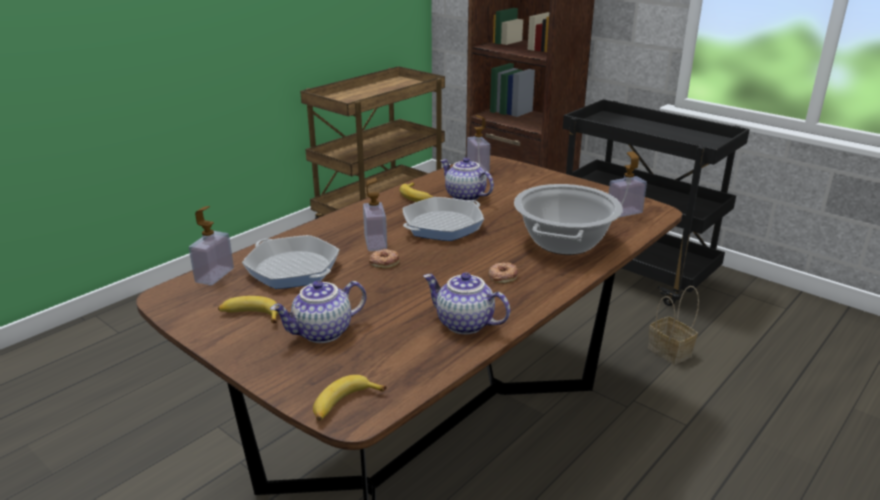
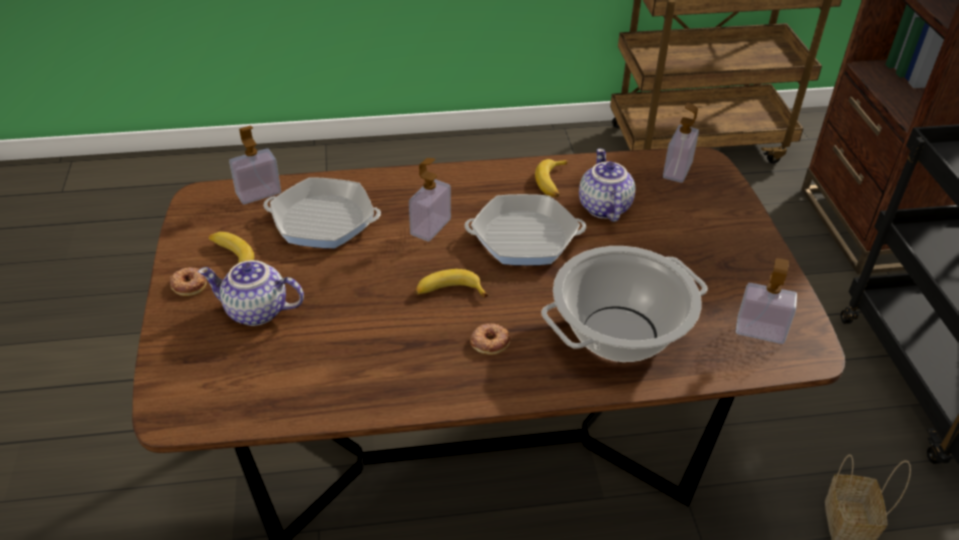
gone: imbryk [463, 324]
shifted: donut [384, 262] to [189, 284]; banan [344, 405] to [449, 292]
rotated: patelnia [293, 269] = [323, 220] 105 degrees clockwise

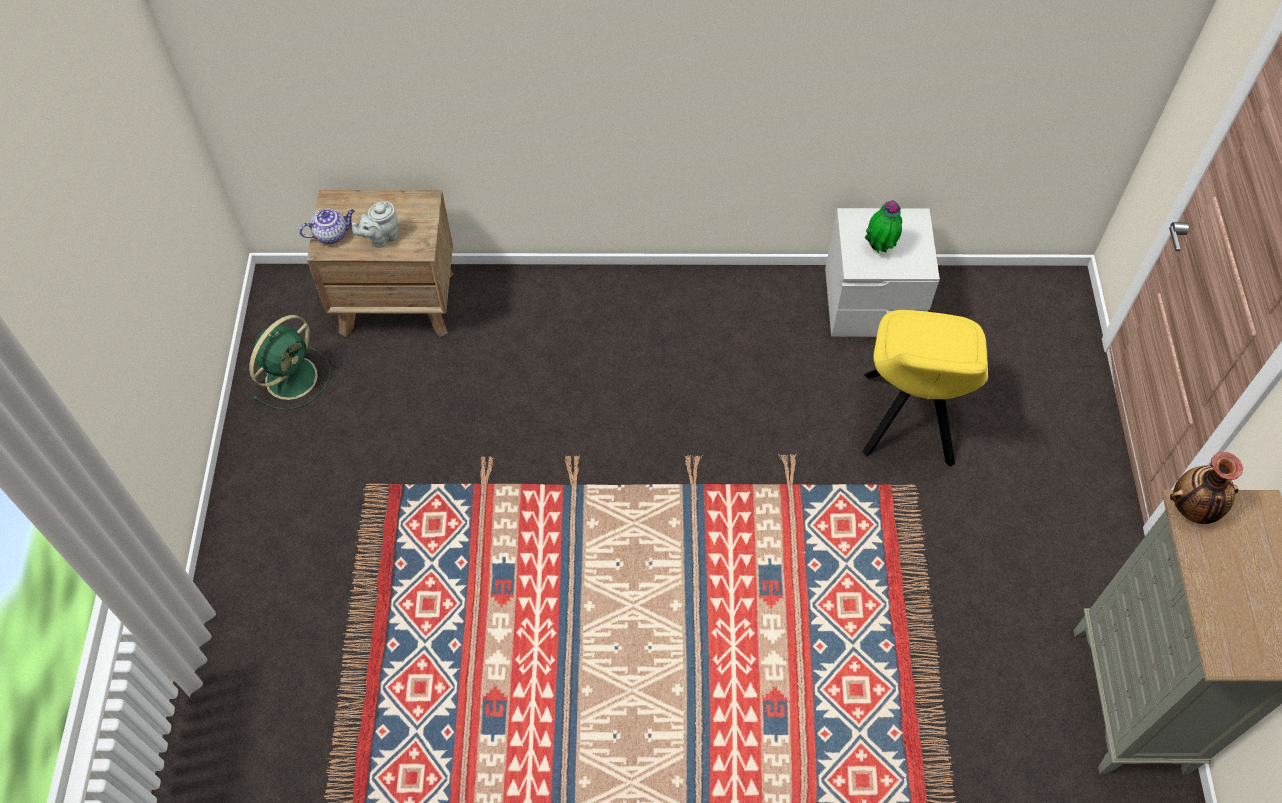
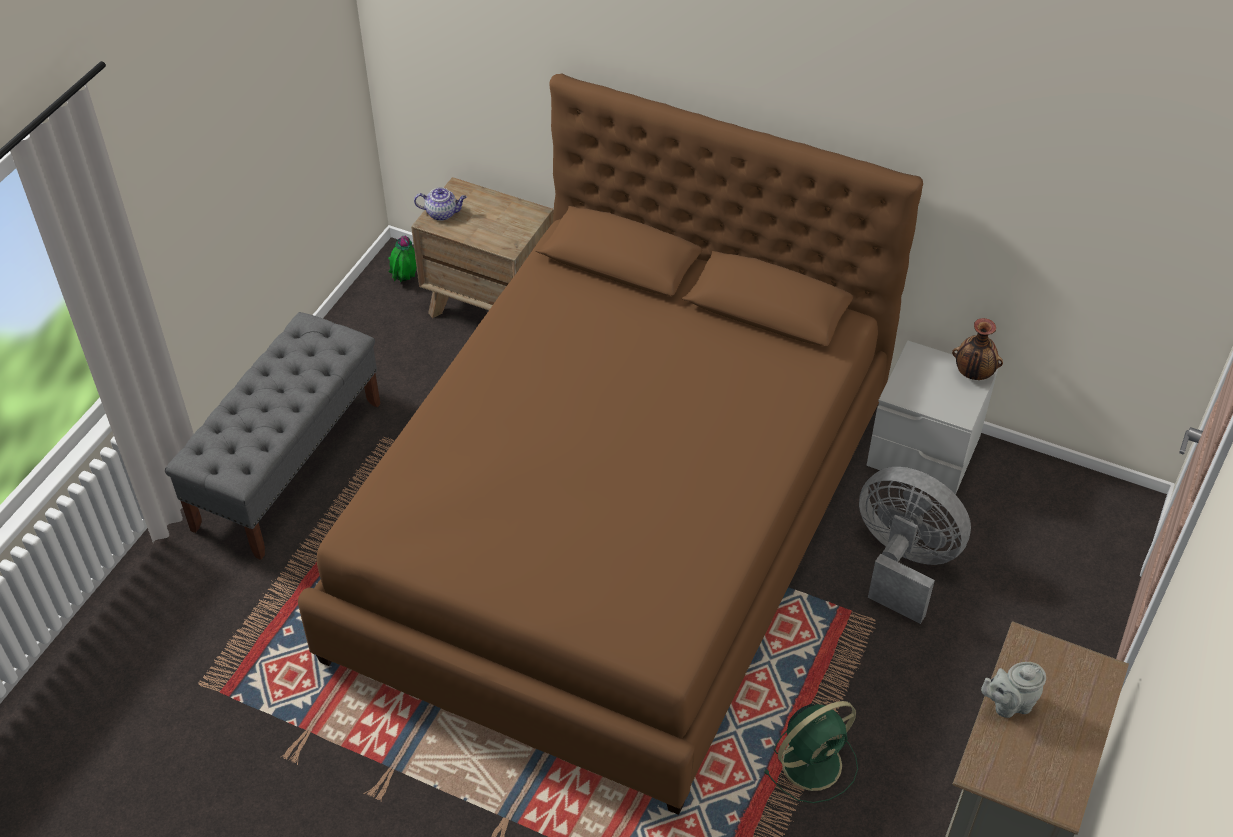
new: łóżko [brązowy] [618, 526]; ławka [szary] [288, 464]
shifted: roślina doniczkowa [880, 247] to [406, 281]; imbryk [szary] [381, 238] to [1008, 704]; wentylator [zielony] [293, 376] to [814, 762]; wazon [1193, 508] to [973, 374]
swapped: krzesło [żółty] [909, 420] to wentylator [szary] [903, 563]

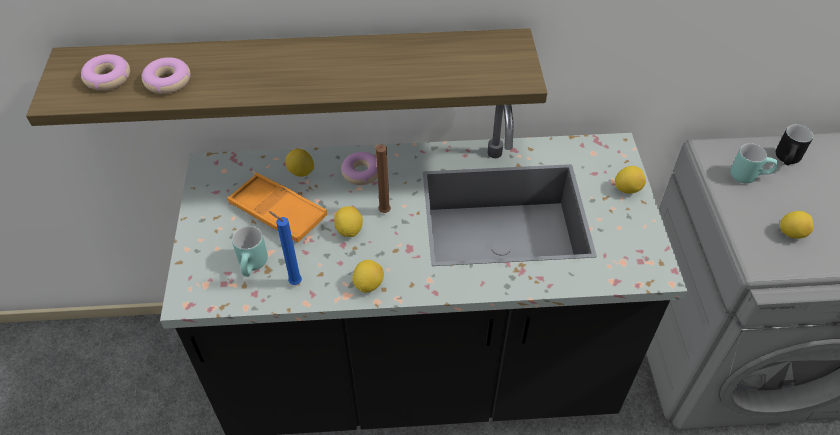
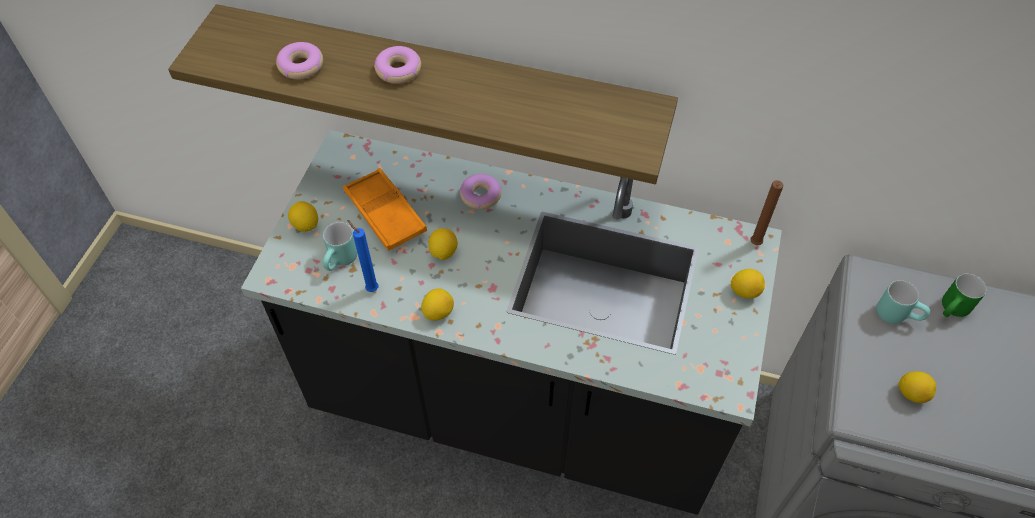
shifted: donut [107, 78] to [398, 70]; świeca [brązowy] [384, 213] to [754, 245]; cytryna [301, 172] to [306, 225]
repainted: kubek [czarny] [788, 161] to kubek [zielony] [953, 311]

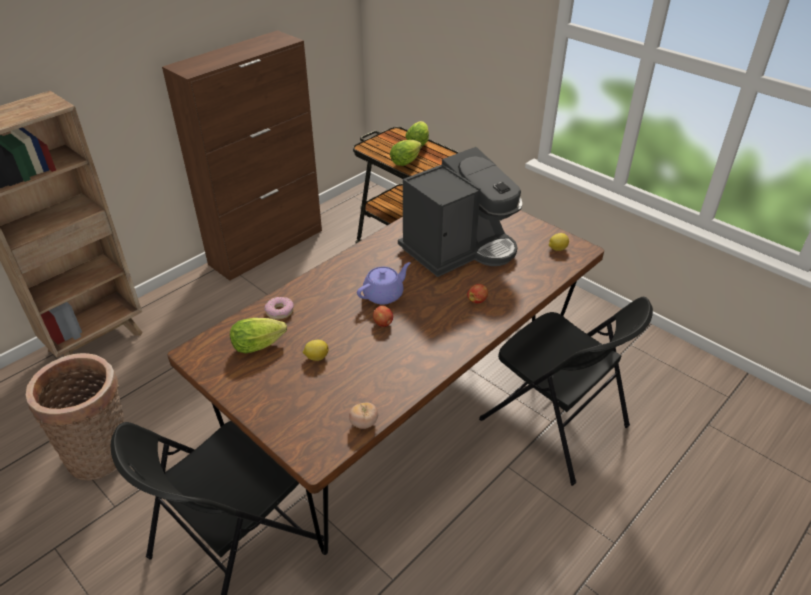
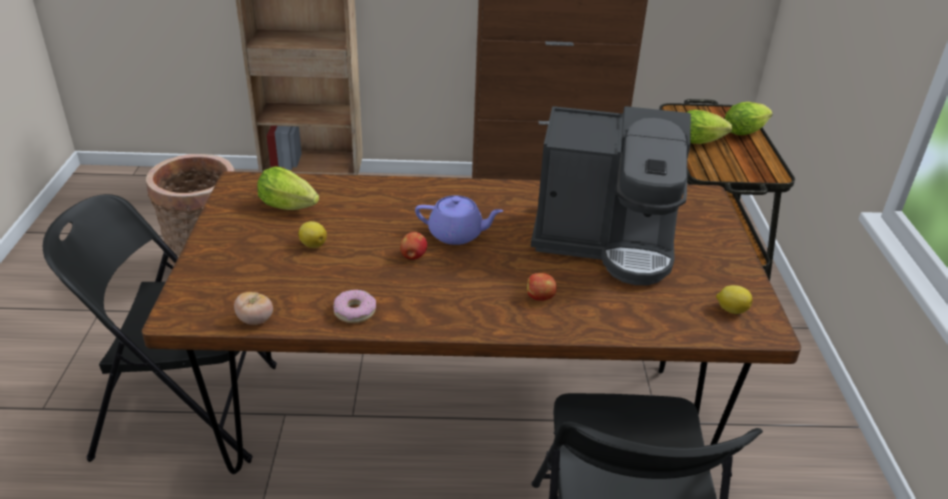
shifted: donut [279, 311] to [355, 311]

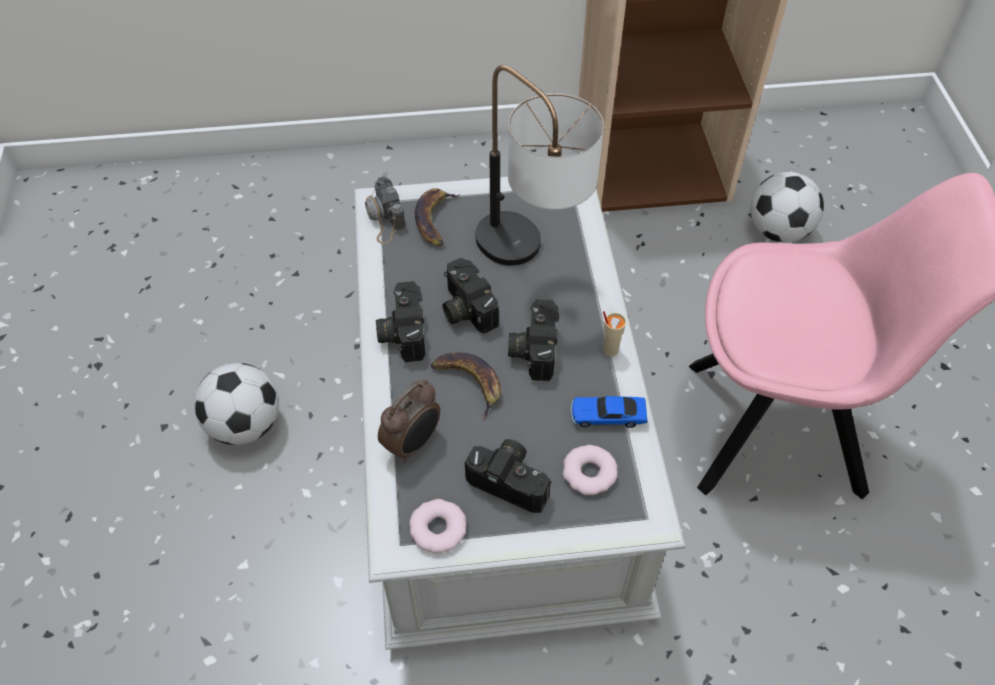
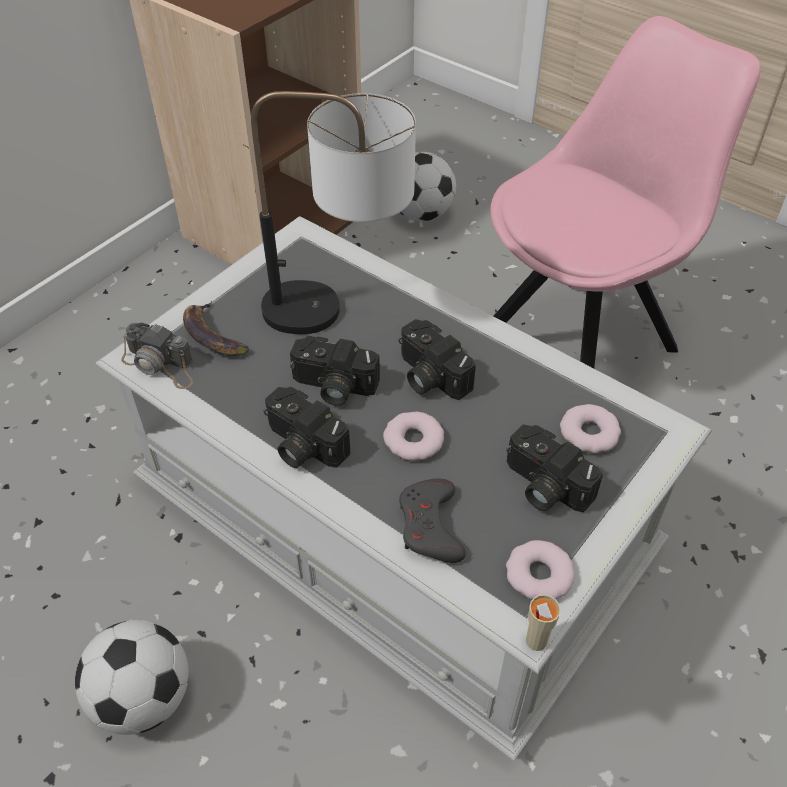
gone: samochodzik [607, 416]
shifted: filiżanka [beżowy] [610, 350] to [535, 641]
swapped: banan [470, 383] to donut [413, 441]; budzik [413, 443] to pad do gier [szary] [430, 526]
rotated: aparat fotograficzny [511, 480] = [543, 486] 120 degrees counterclockwise

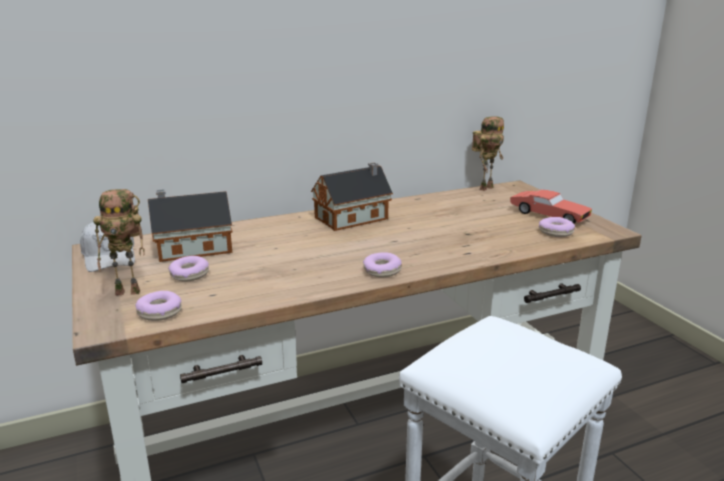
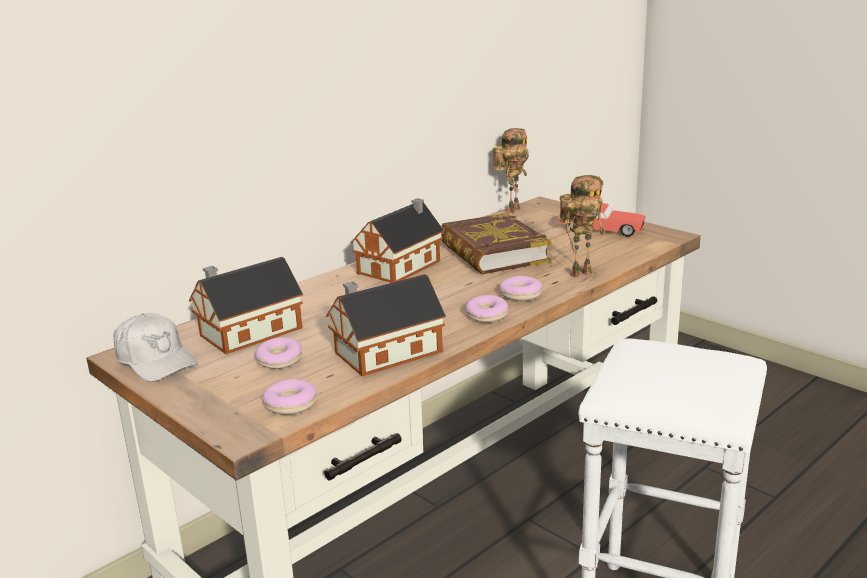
new: książka [492, 252]; domek [384, 353]
shifted: robot zabawkowy [130, 291] to [581, 273]; donut [555, 232] to [521, 295]

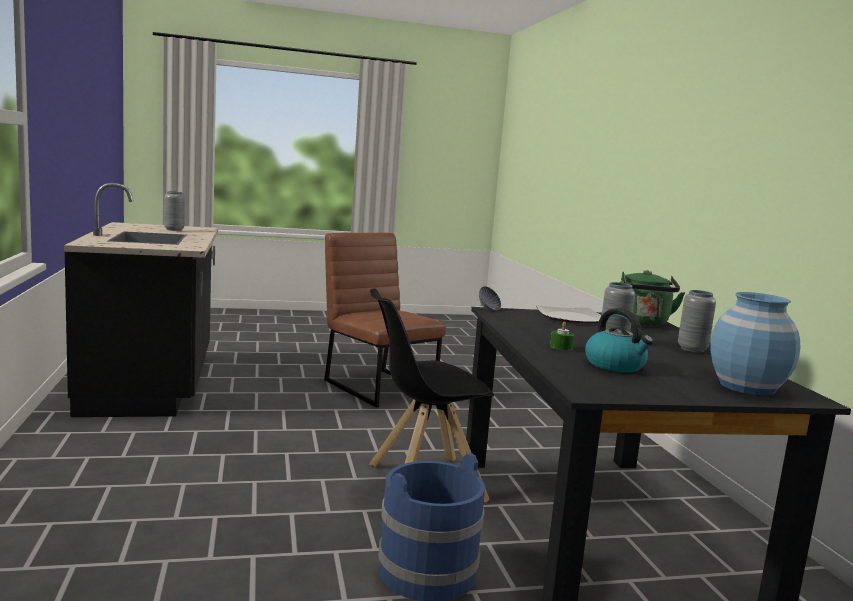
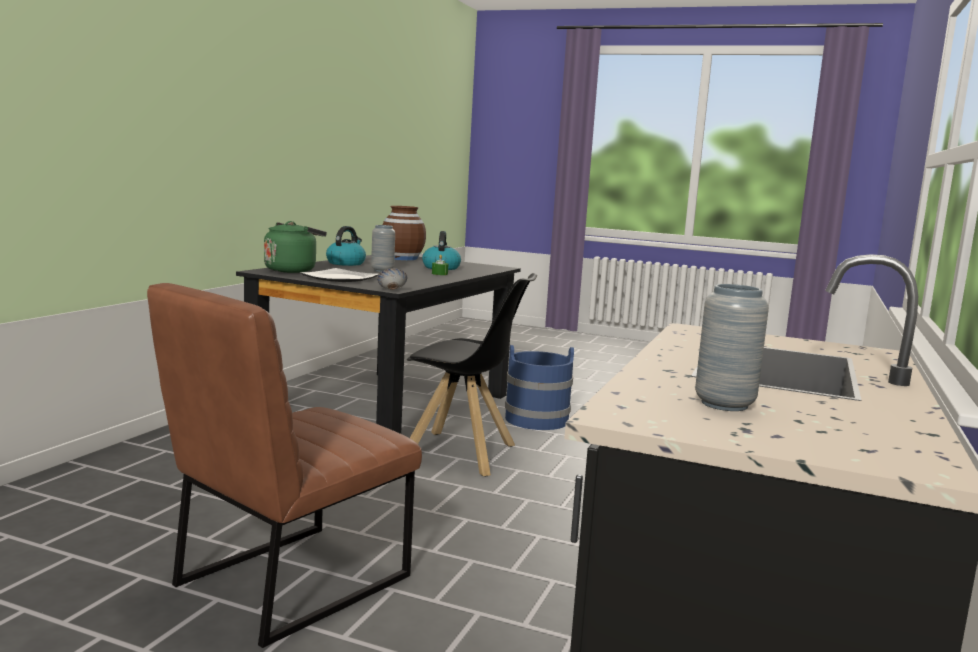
swapped: wazon [szary] [692, 349] to czajnik [346, 263]
repainted: wazon [niebieski] [747, 386] to wazon [brązowy] [402, 258]
rotated: krzesło [brązowy] [378, 386] = [287, 582] 45 degrees clockwise

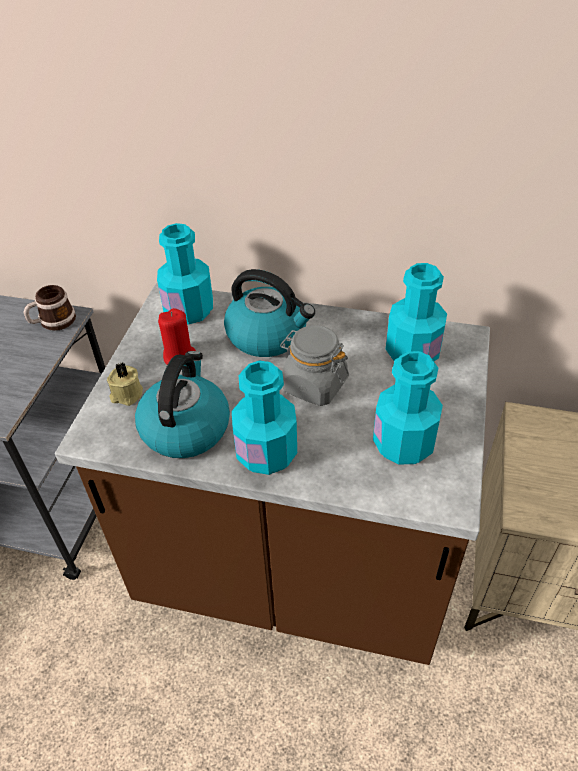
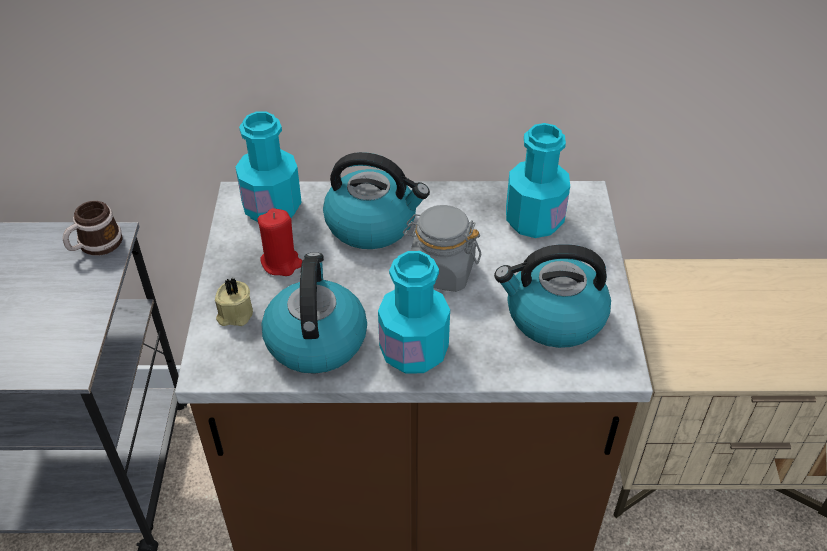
swapped: butelka [turkusowy] [403, 443] to czajnik [553, 317]

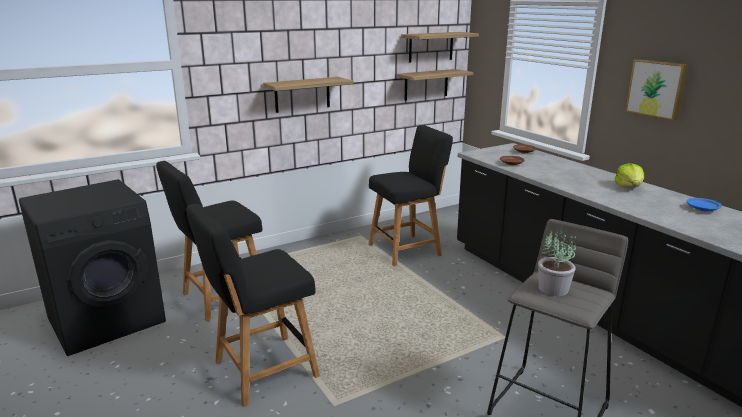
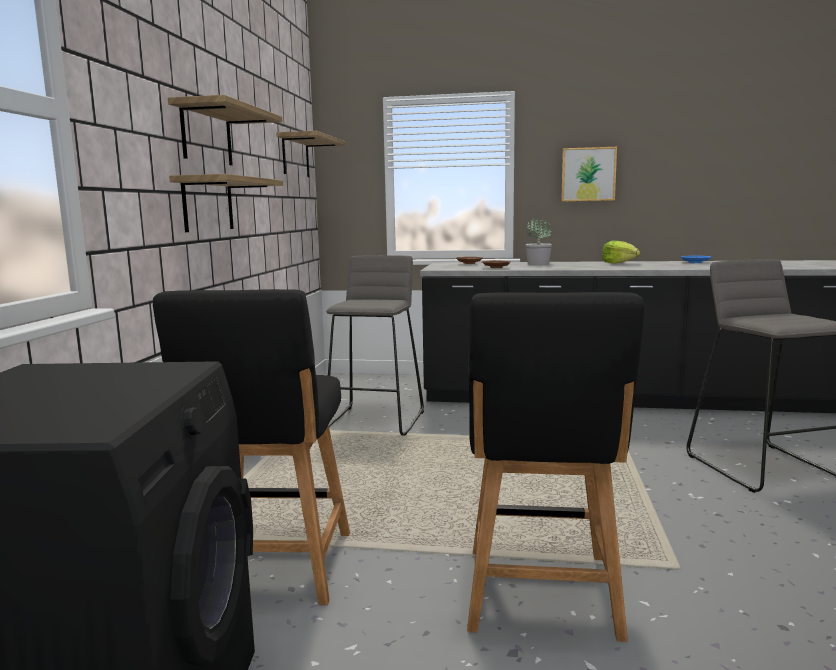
shifted: półka [426, 84] to [207, 135]; roślina doniczkowa [552, 288] to [537, 264]
swapped: krzesło [czarny] [407, 249] to stołek [szary] [376, 421]

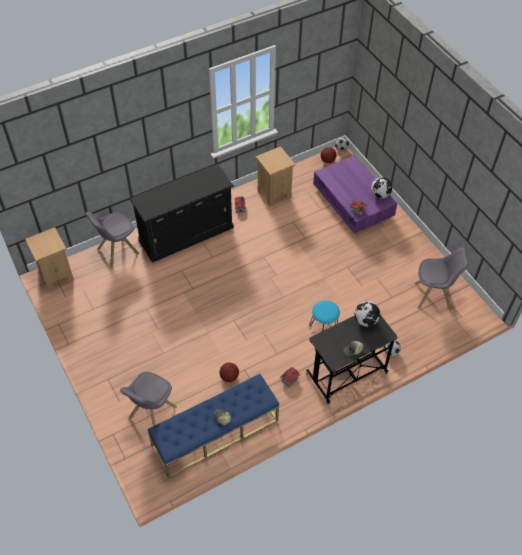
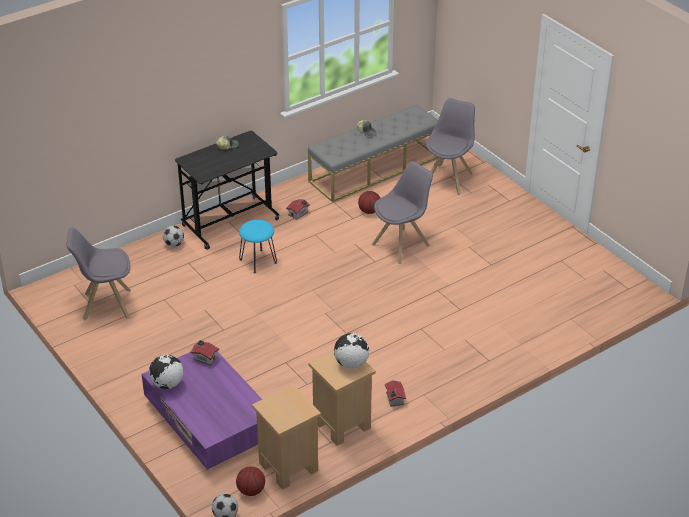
gone: szafka [czarny] [186, 234]
shifted: krzesło [szary] [117, 251] to [401, 245]; szafka nocna [beżowy] [57, 275] to [287, 466]; globus [365, 320] to [351, 363]
repainted: ławka [niebieski] [215, 433] to ławka [szary] [375, 169]

